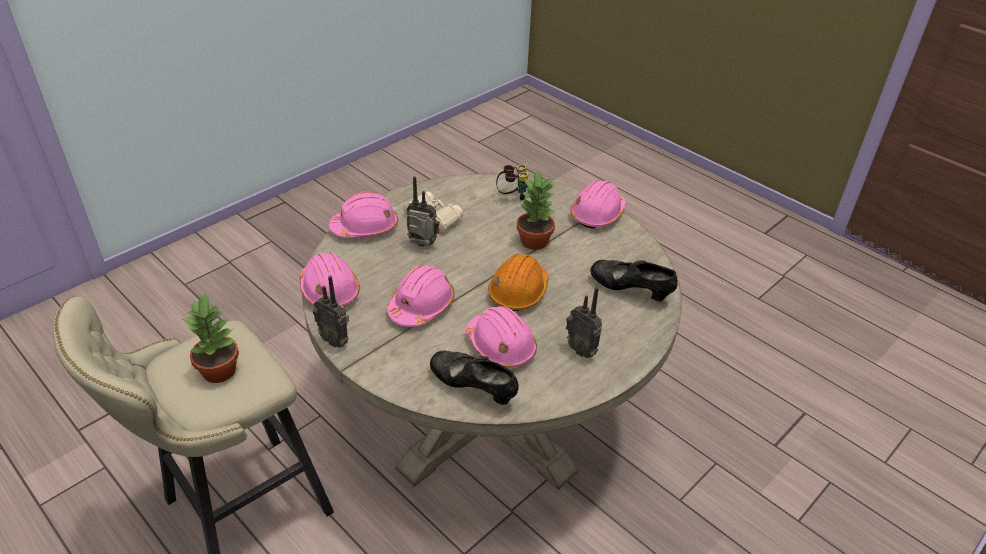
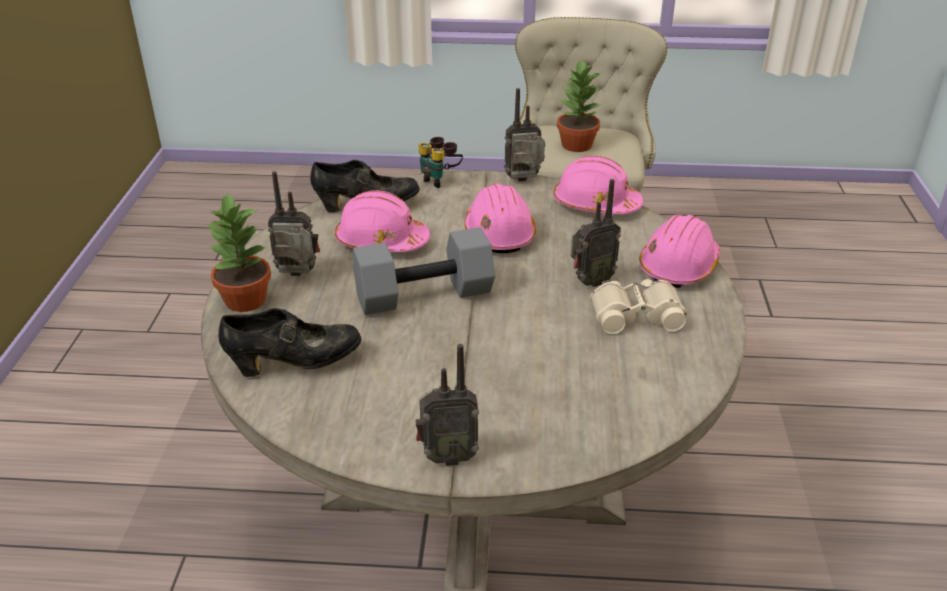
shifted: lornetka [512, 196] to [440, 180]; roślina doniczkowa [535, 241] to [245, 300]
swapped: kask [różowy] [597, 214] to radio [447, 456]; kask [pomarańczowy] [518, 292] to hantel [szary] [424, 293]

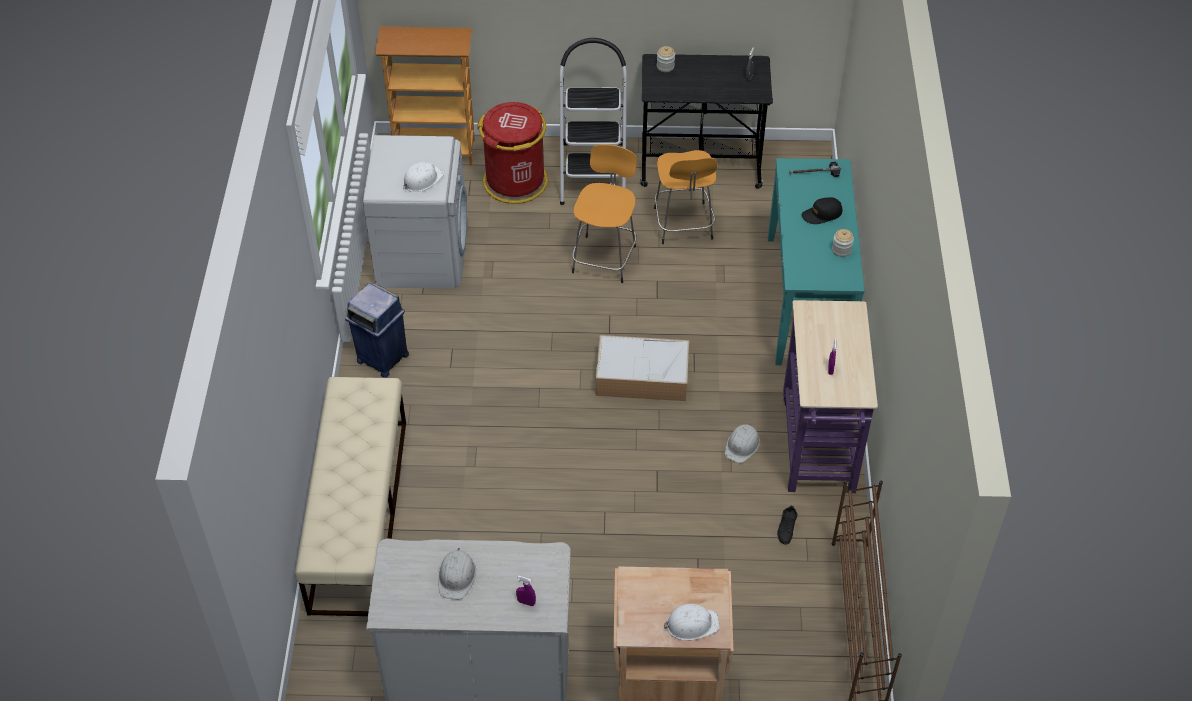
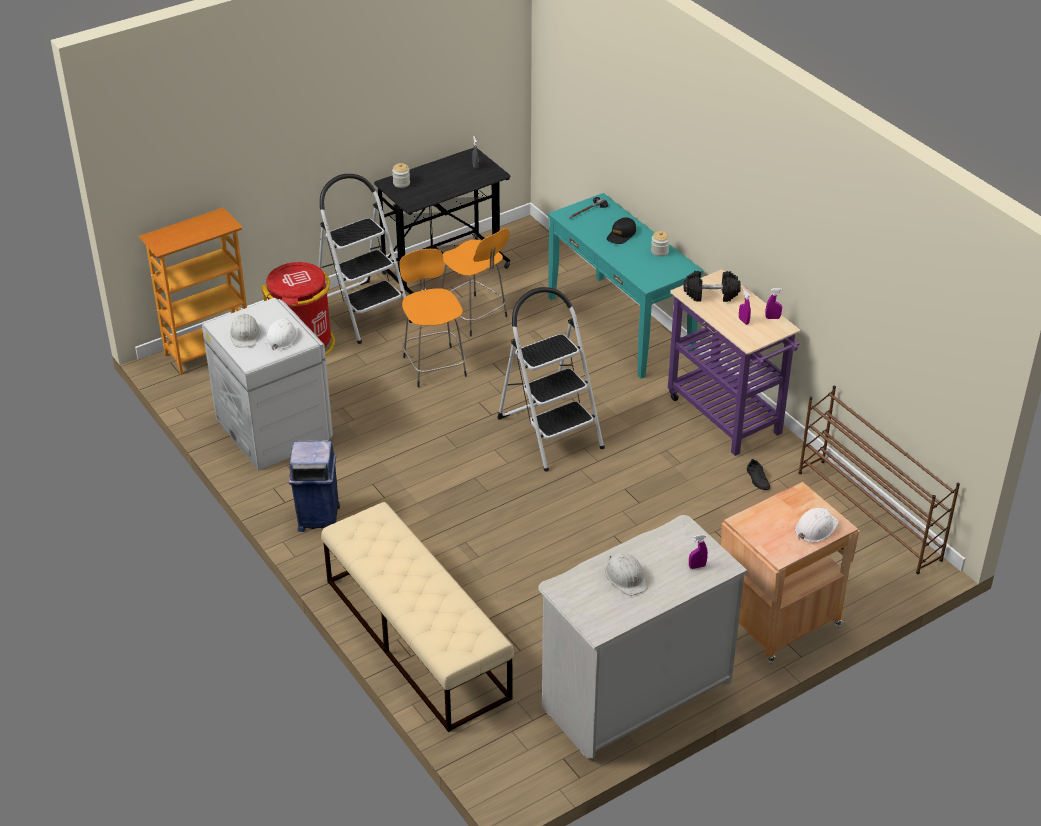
new: hantel [czarny] [711, 295]; spryskiwacz [fioletowy] [772, 318]
shifted: kask [biały] [742, 445] to [245, 334]
swapped: pojemnik do przechowywania [643, 376] to drabinka [549, 431]

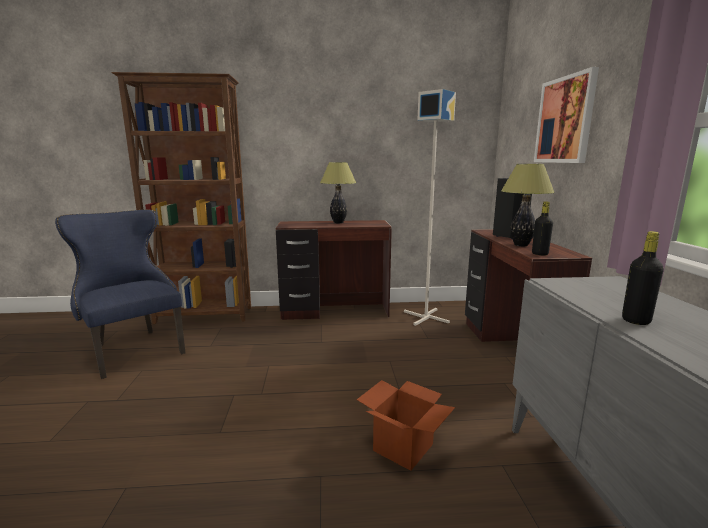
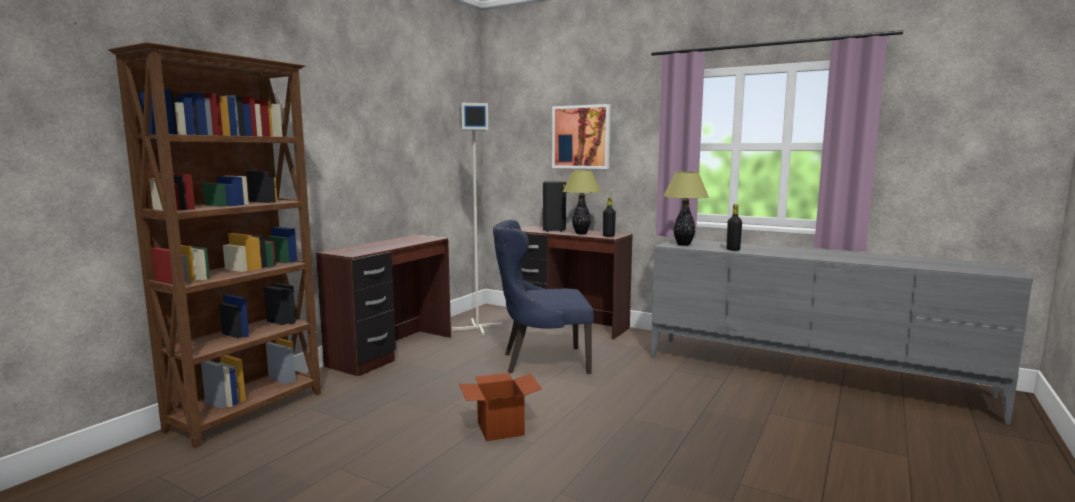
shifted: lampa stołowa [338, 222] to [683, 245]; krzesło [niebieski] [134, 349] to [541, 361]; karton [403, 447] to [501, 429]

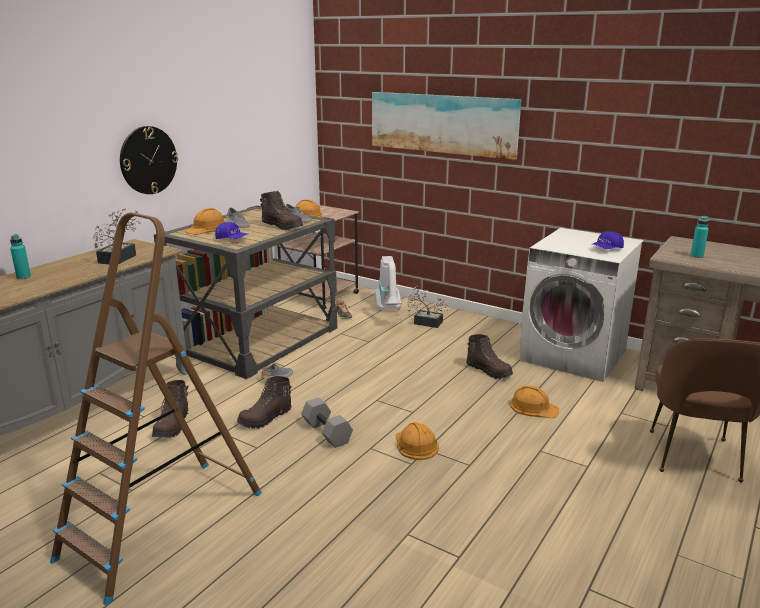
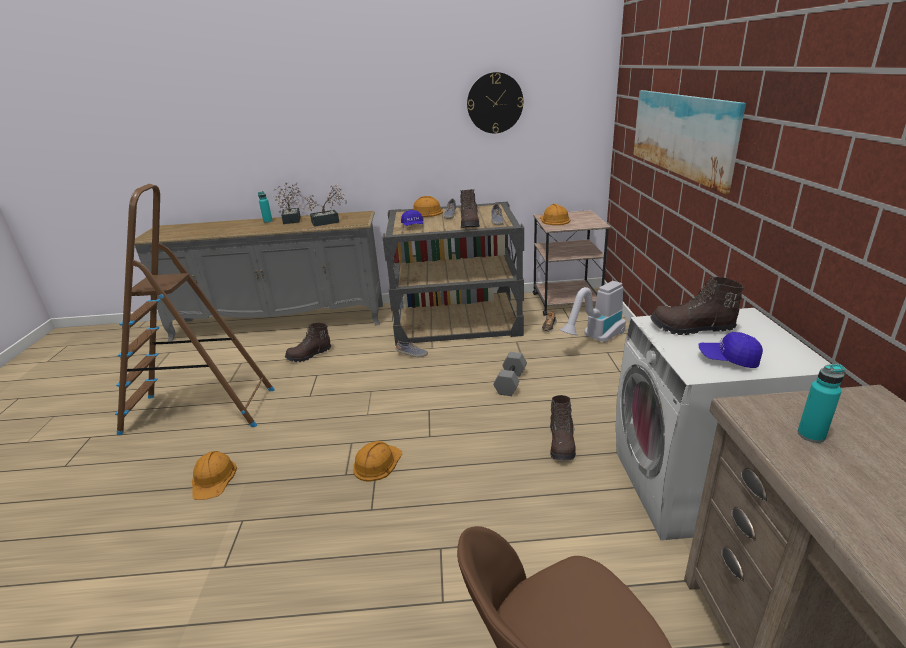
shifted: zegar ścienny [148, 160] to [495, 103]; roślina doniczkowa [425, 322] to [292, 219]; but z cholewką [brązowy] [266, 419] to [691, 328]; kask [pomarańczowy] [533, 407] to [213, 478]; hantel [szary] [328, 432] to [511, 382]

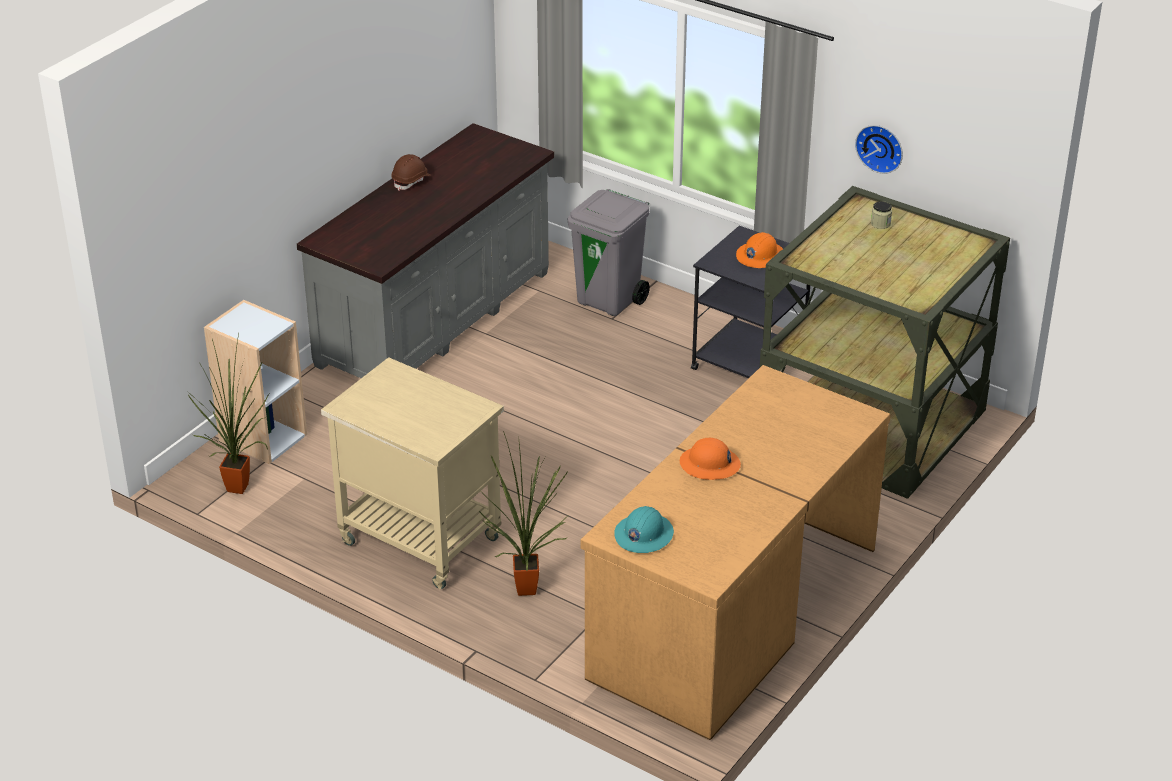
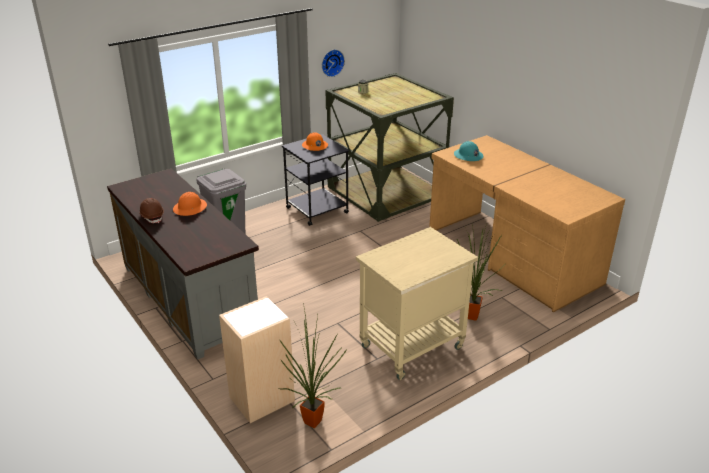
shifted: kask [pomarańczowy] [710, 464] to [190, 208]; kask [turkusowy] [643, 534] to [468, 156]

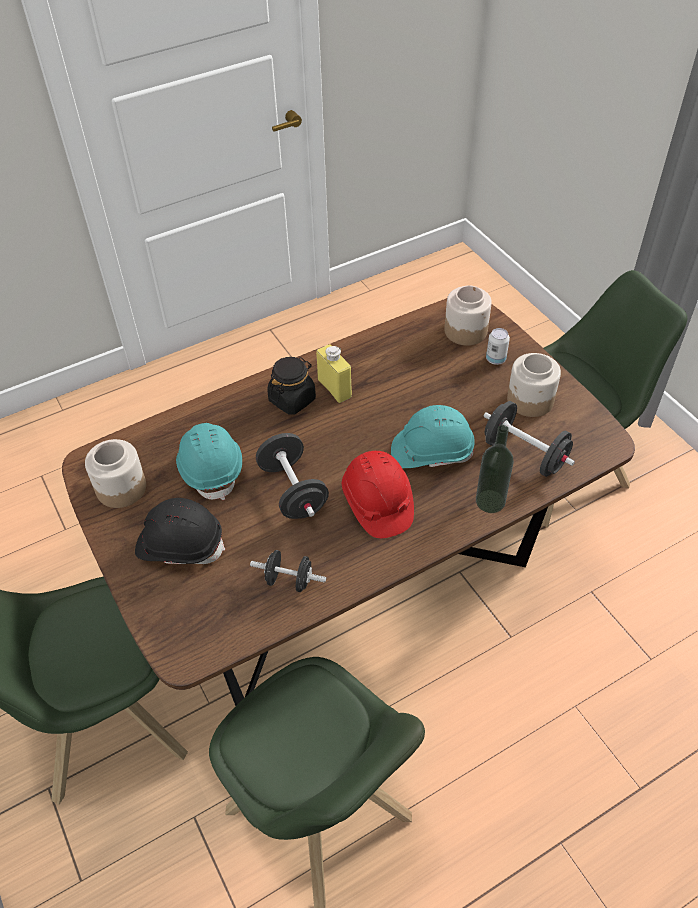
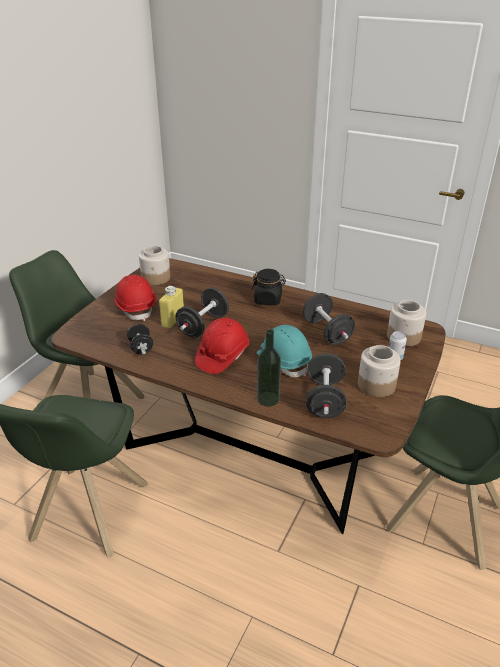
gone: kask [turkusowy] [211, 468]
new: hantel [czarny] [327, 332]
shifted: butelka [żółty] [334, 388] to [173, 320]
repainted: kask [czarny] [180, 545] to kask [czerwony] [135, 307]

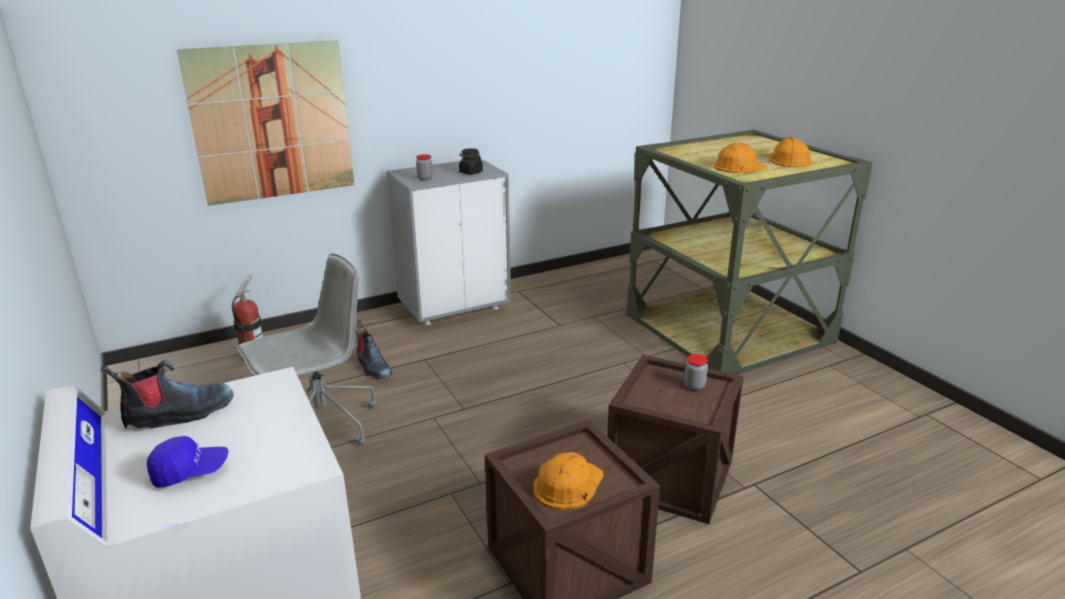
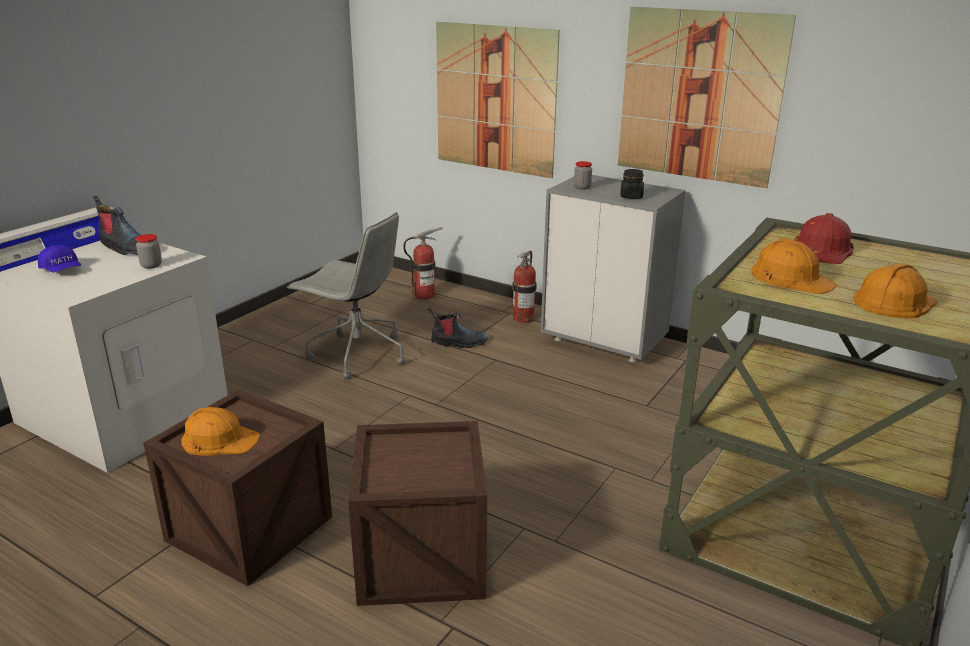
new: obraz [699, 96]; kask [czerwony] [823, 249]; gaśnica [523, 318]
shifted: słoik [694, 386] to [151, 265]
rotated: but z cholewką [373, 367] = [458, 343] 120 degrees counterclockwise

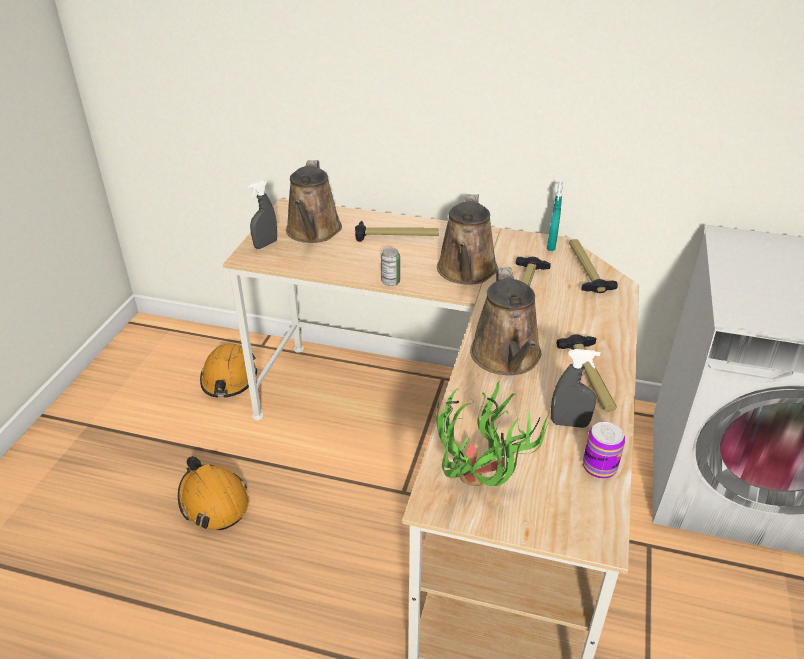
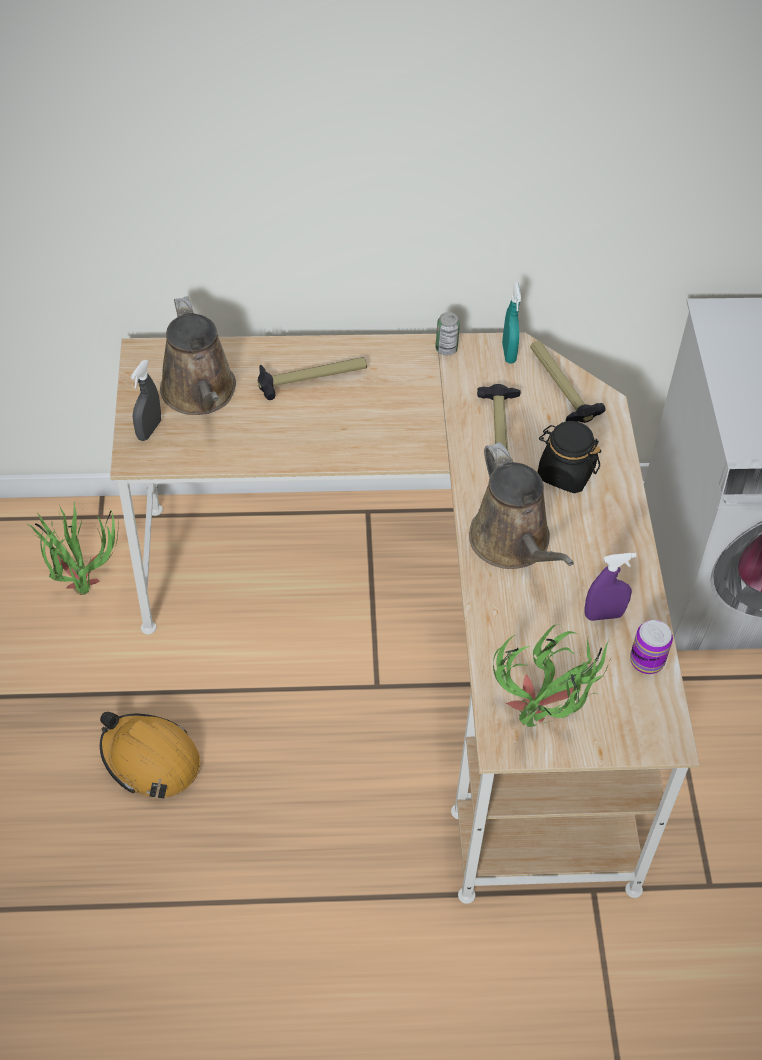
gone: konewka [brązowy] [466, 272]; młotek [590, 377]
new: słoik [czarny] [565, 473]
shifted: puszka [390, 282] to [446, 349]
swapped: kask [pomarańczowy] [229, 379] to roślina doniczkowa [81, 581]
repainted: spryskiwacz [szary] [569, 423] to spryskiwacz [fioletowy] [603, 615]

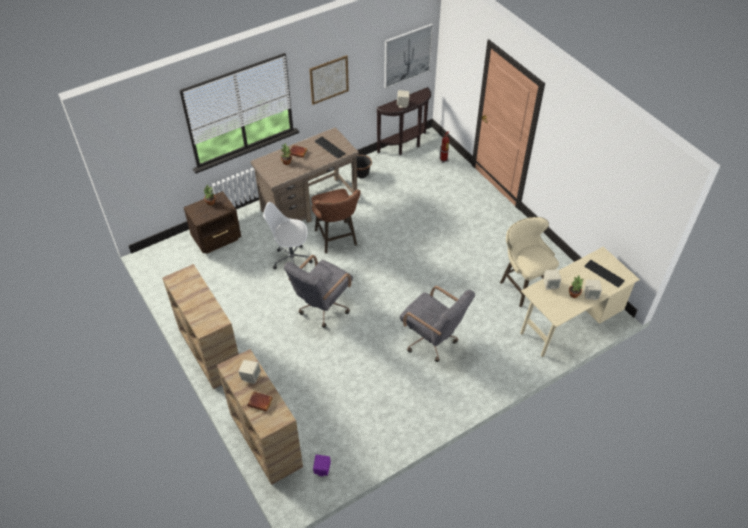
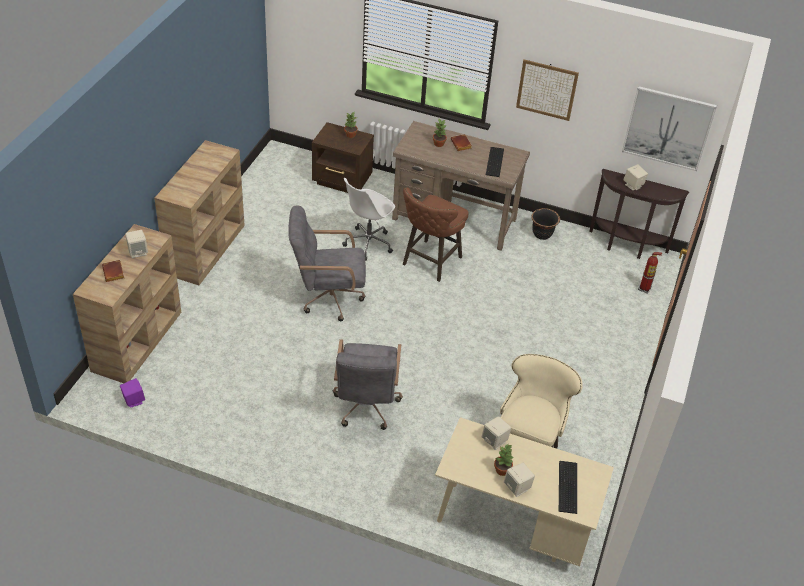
rotated: krzesło biurowe [biały] [291, 260] = [367, 244] 105 degrees counterclockwise

